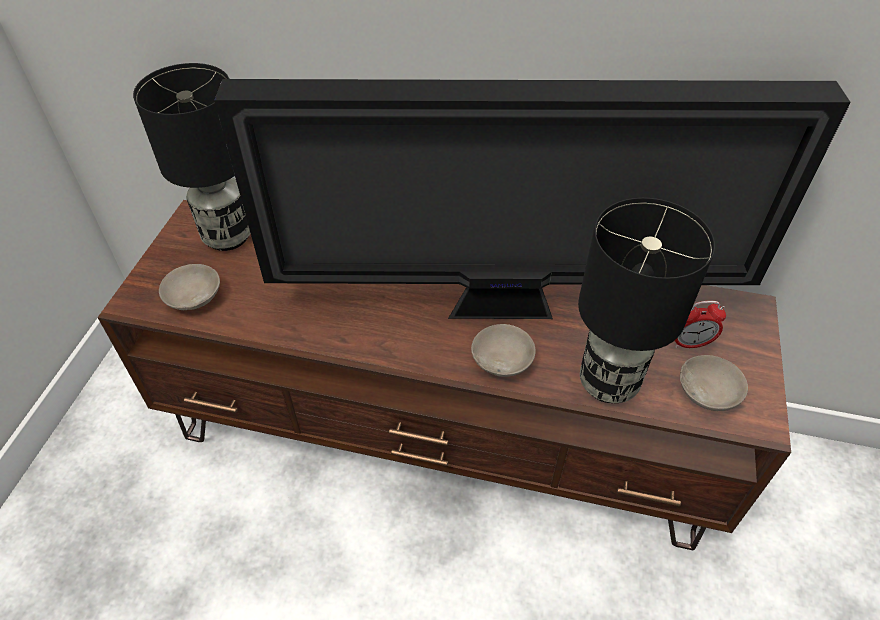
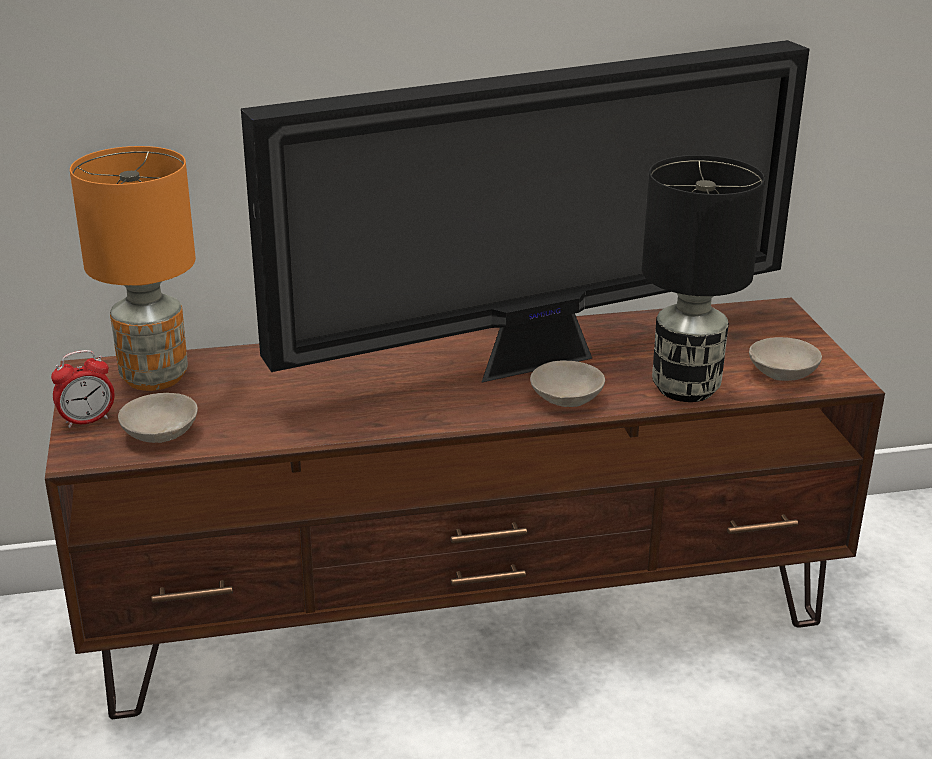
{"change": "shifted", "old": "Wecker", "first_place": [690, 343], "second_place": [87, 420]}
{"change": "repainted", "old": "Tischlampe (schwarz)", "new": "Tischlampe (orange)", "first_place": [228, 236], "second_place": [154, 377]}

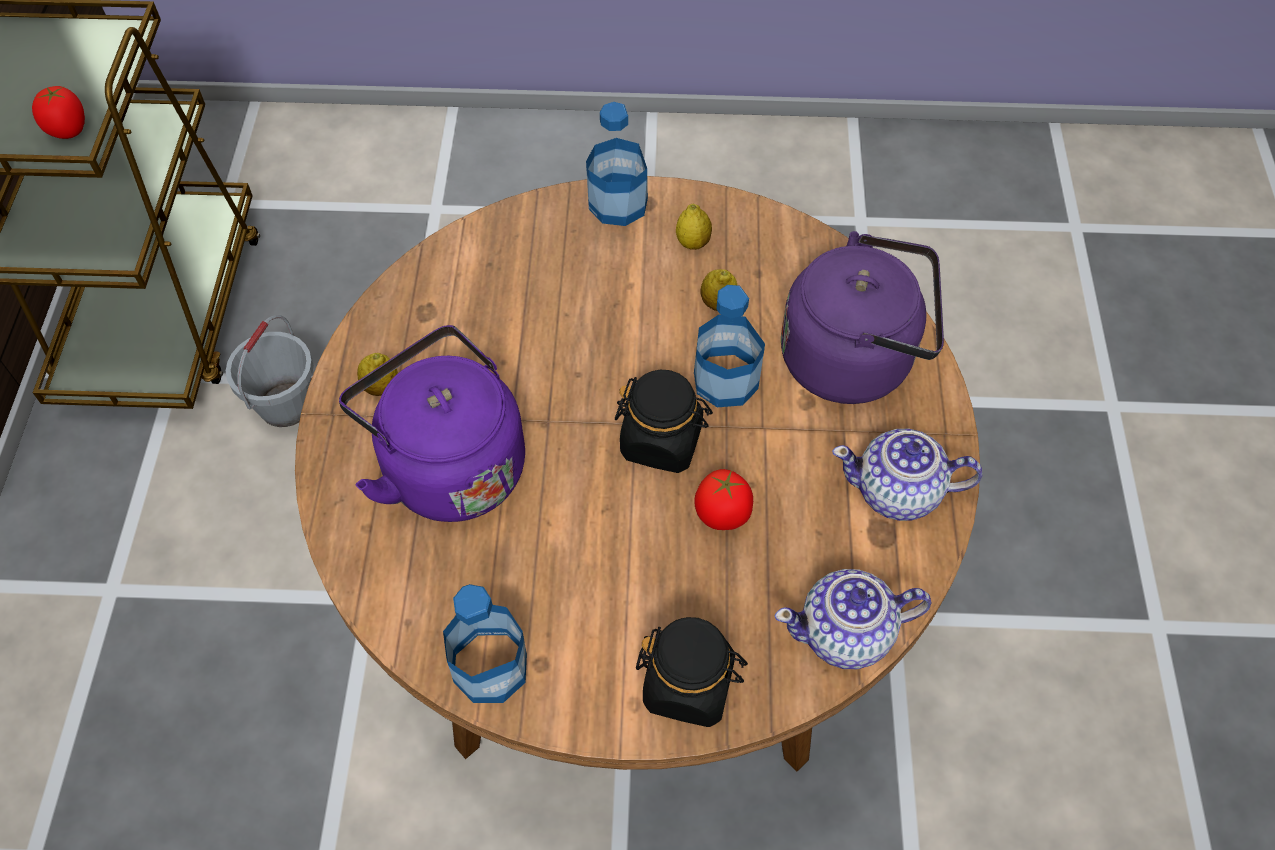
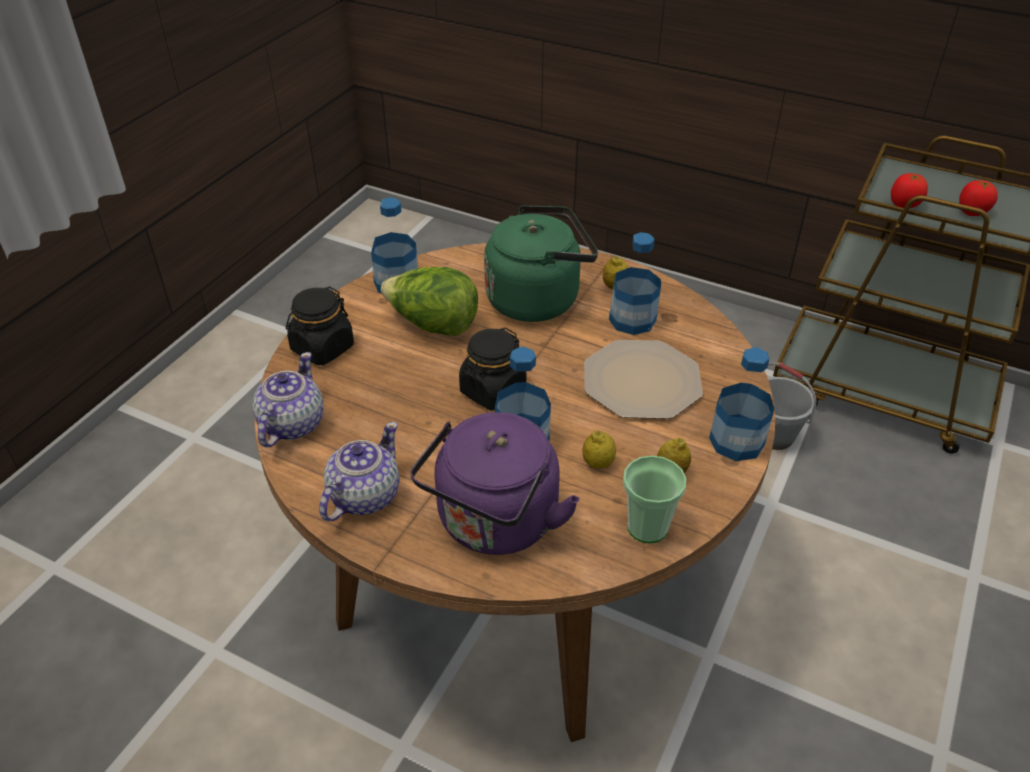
{"change": "new", "new": "Salatkopf", "second_place": [433, 325]}
{"change": "new", "new": "Teller", "second_place": [642, 382]}
{"change": "new", "new": "Flasche", "second_place": [632, 319]}
{"change": "new", "new": "Tasse", "second_place": [647, 527]}
{"change": "shifted", "old": "Tomate", "first_place": [723, 514], "second_place": [972, 212]}
{"change": "repainted", "old": "Wasserkessel (lila)", "new": "Wasserkessel (grün)", "first_place": [448, 465], "second_place": [538, 298]}

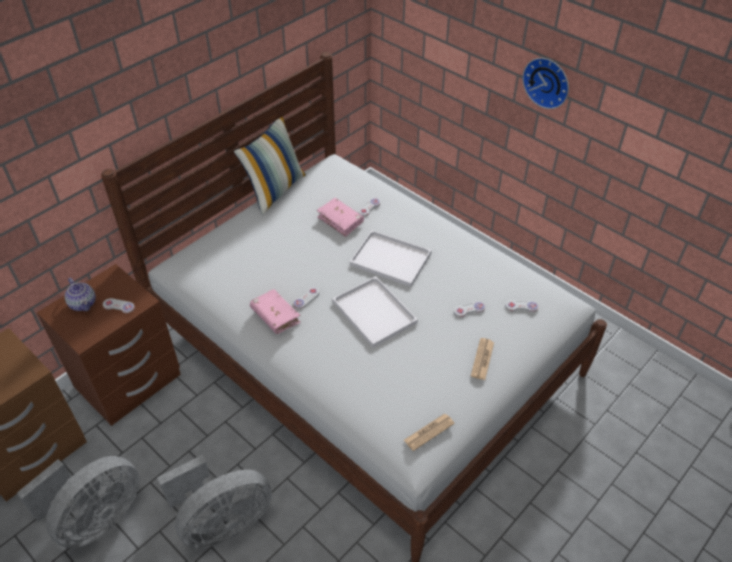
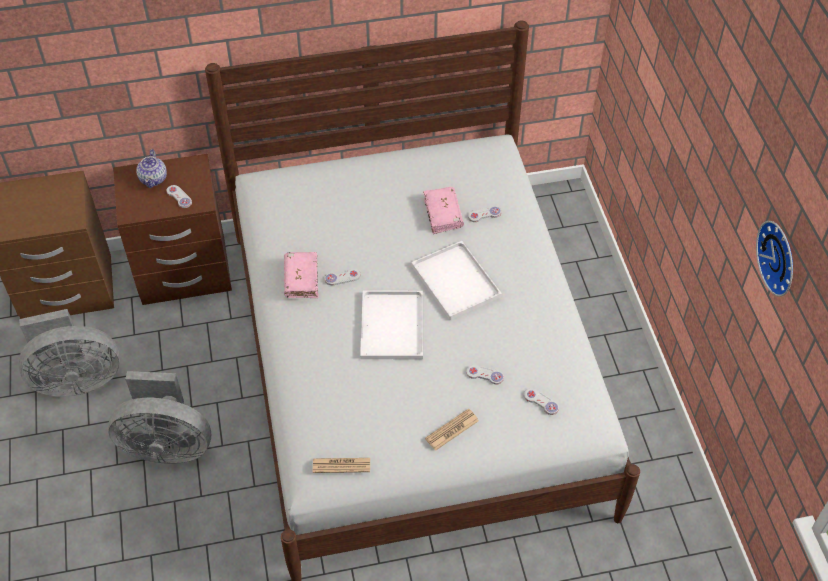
{"change": "gone", "old": "Kissen", "first_place": [275, 190]}
{"change": "shifted", "old": "Wanduhr", "first_place": [547, 81], "second_place": [780, 257]}

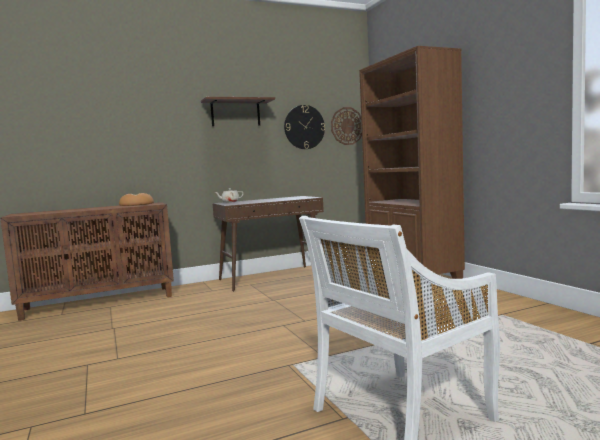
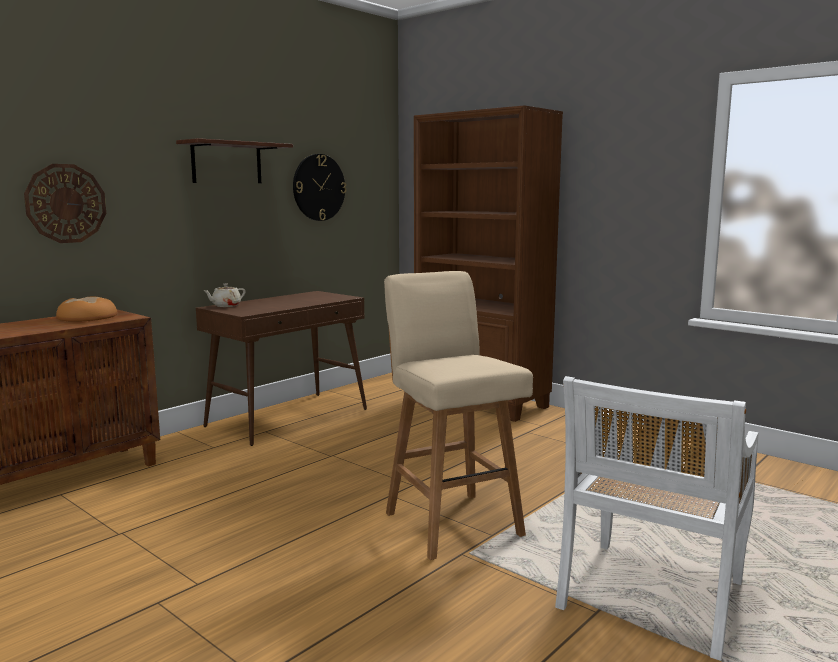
{"change": "new", "new": "Hocker (beige)", "second_place": [452, 522]}
{"change": "shifted", "old": "Wanduhr", "first_place": [347, 126], "second_place": [66, 203]}

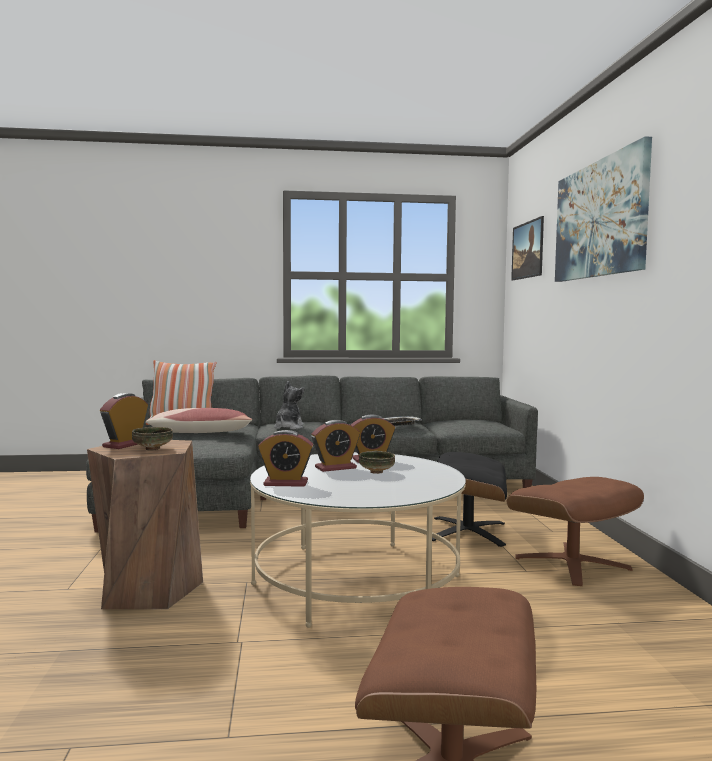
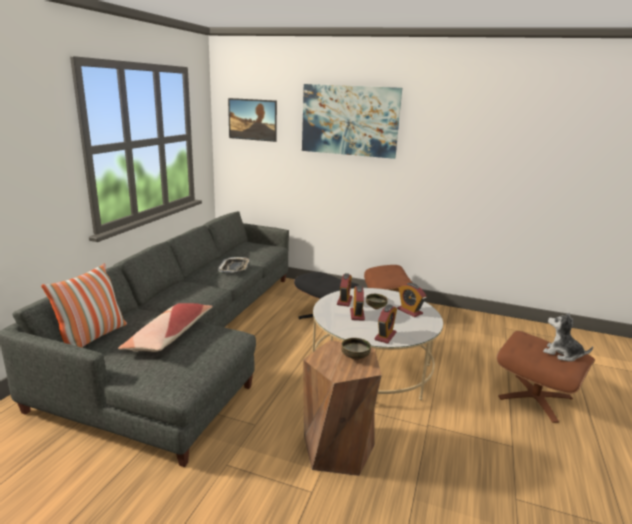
{"change": "shifted", "old": "Wecker", "first_place": [125, 444], "second_place": [409, 311]}
{"change": "shifted", "old": "Plüschtier", "first_place": [288, 427], "second_place": [562, 354]}

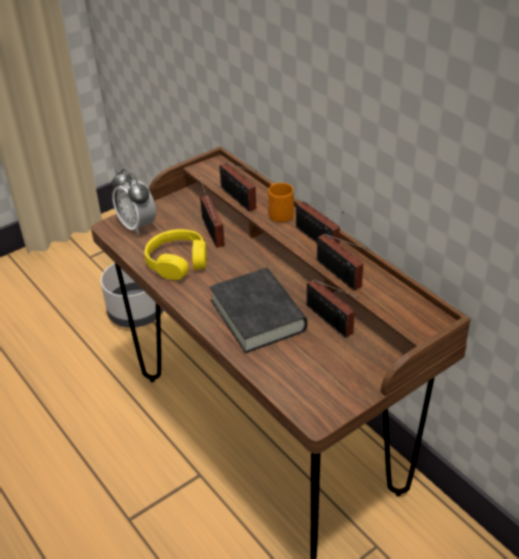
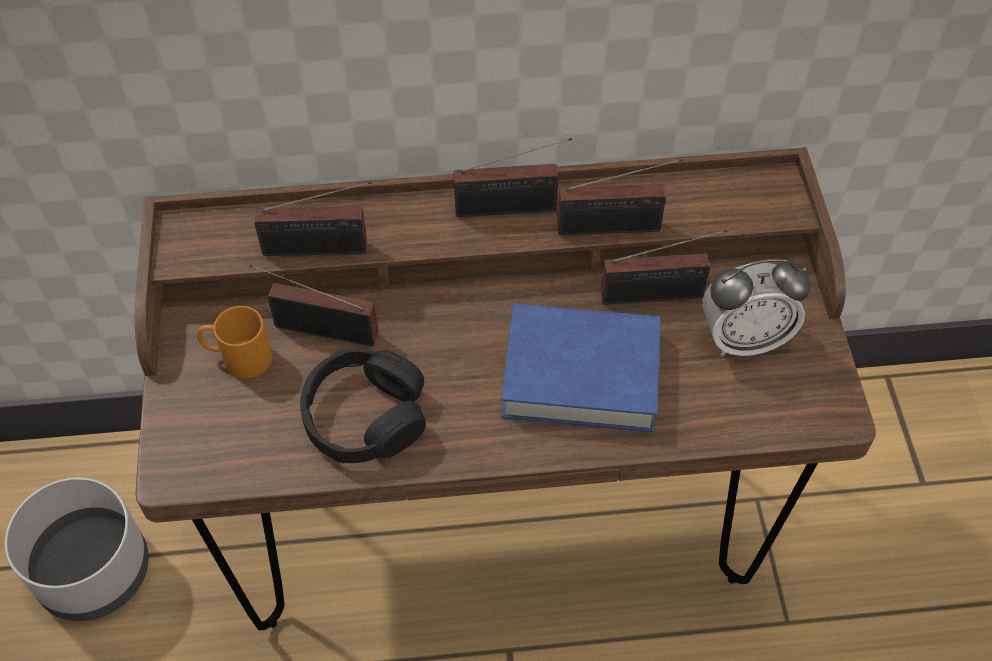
{"change": "shifted", "old": "Wecker", "first_place": [137, 226], "second_place": [743, 339]}
{"change": "shifted", "old": "Henkelbecher (orange)", "first_place": [278, 212], "second_place": [237, 358]}
{"change": "repainted", "old": "Kopfhörer (gelb)", "new": "Kopfhörer (schwarz)", "first_place": [178, 262], "second_place": [365, 416]}
{"change": "repainted", "old": "Buch (schwarz)", "new": "Buch (blau)", "first_place": [258, 315], "second_place": [580, 374]}

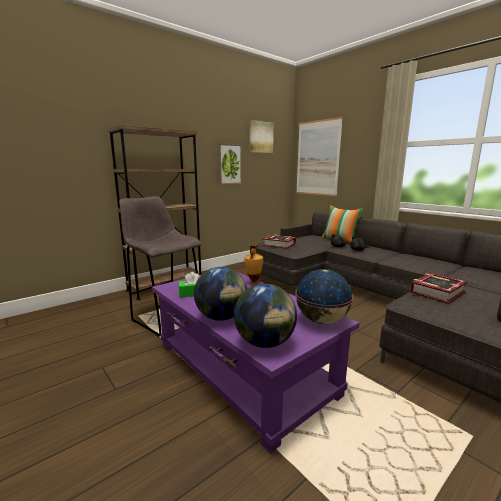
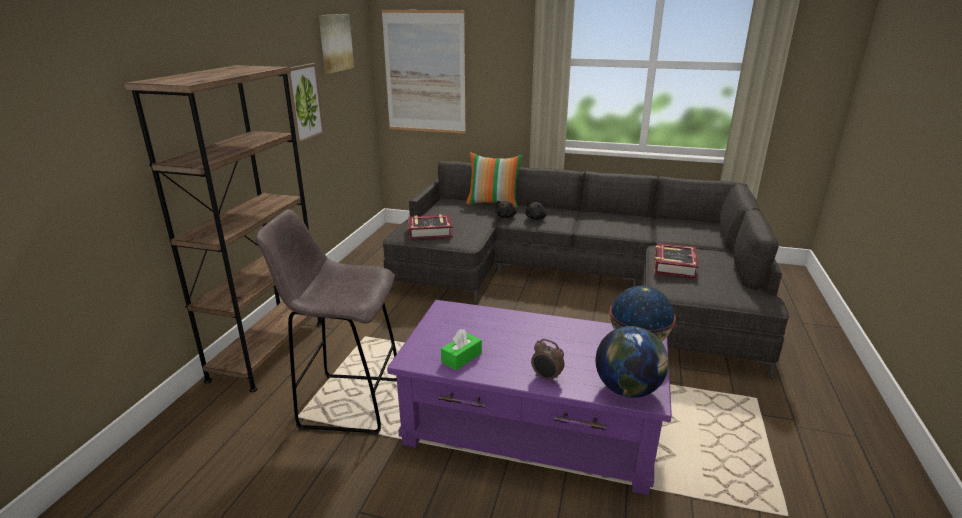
{"change": "gone", "old": "Vase", "first_place": [253, 283]}
{"change": "swapped", "old": "Globus", "new": "Wecker", "first_place": [221, 317], "second_place": [546, 378]}

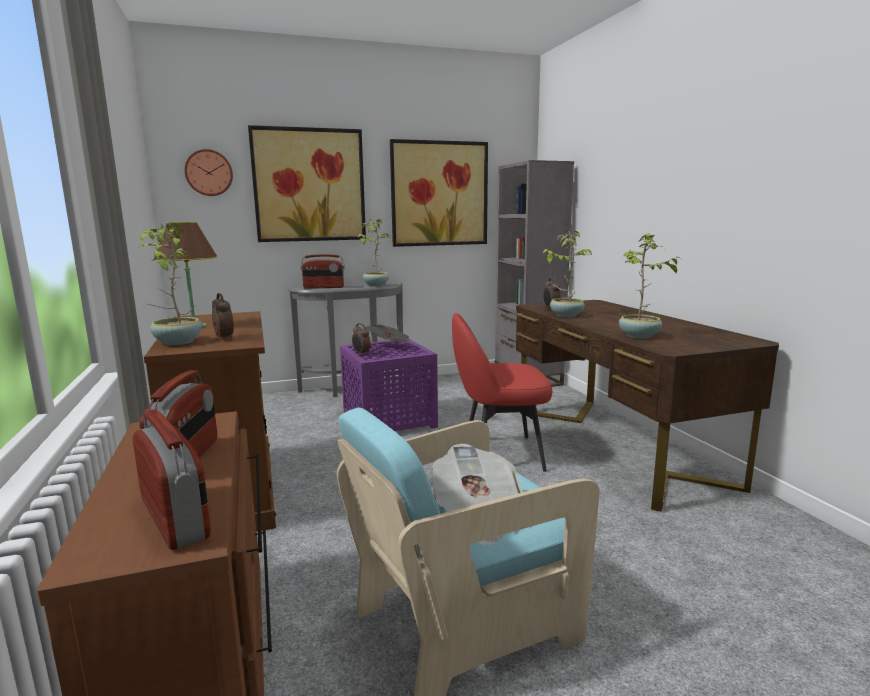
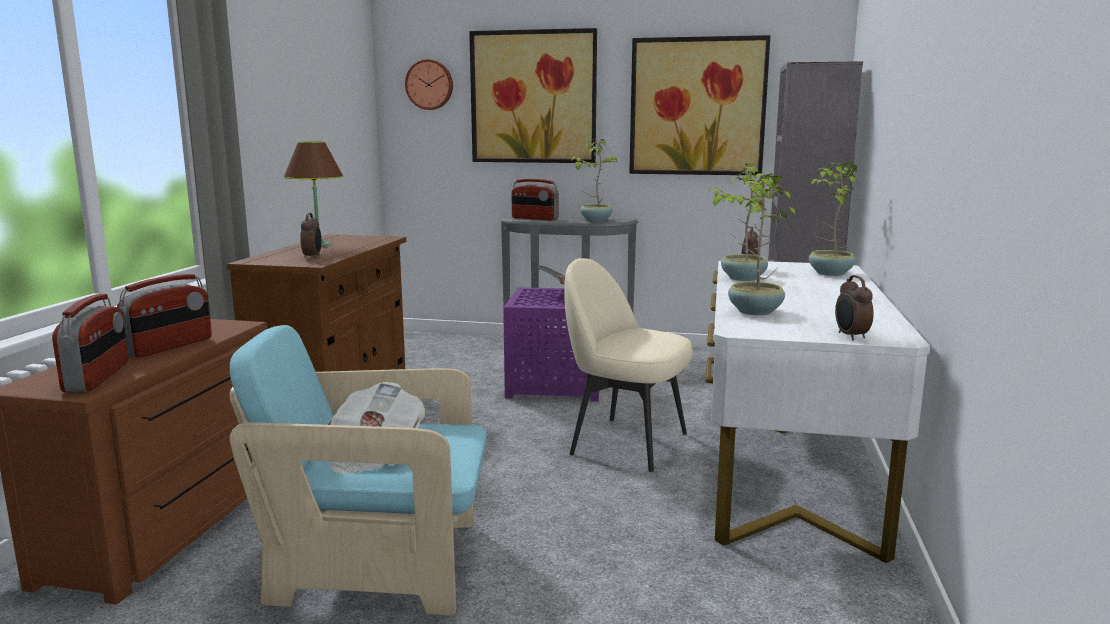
{"change": "shifted", "old": "Topfpflanze", "first_place": [176, 342], "second_place": [829, 273]}
{"change": "shifted", "old": "Wecker", "first_place": [361, 354], "second_place": [850, 336]}
{"change": "repainted", "old": "Stuhl (rot)", "new": "Stuhl (beige)", "first_place": [499, 454], "second_place": [625, 442]}
{"change": "repainted", "old": "Schreibtisch (braun)", "new": "Schreibtisch (weiß)", "first_place": [615, 445], "second_place": [787, 467]}

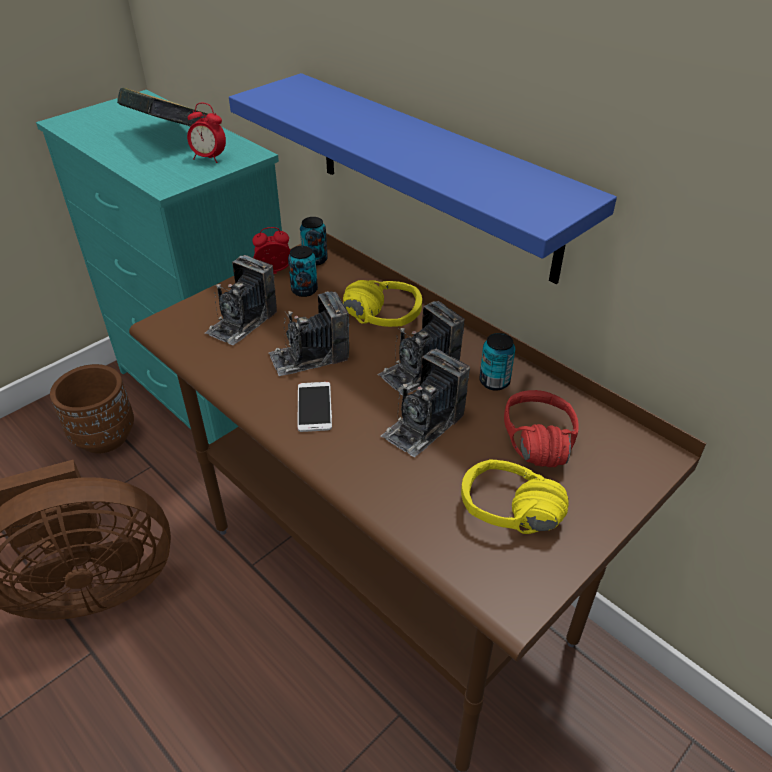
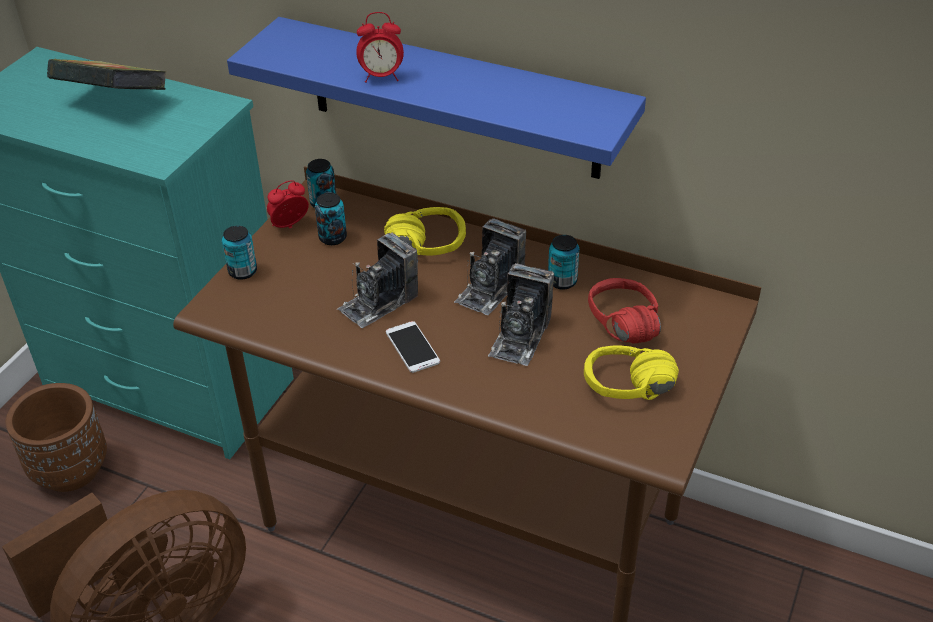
{"change": "gone", "old": "Kamera", "first_place": [242, 322]}
{"change": "new", "new": "Dose", "second_place": [242, 271]}
{"change": "shifted", "old": "Wecker", "first_place": [209, 158], "second_place": [381, 77]}

